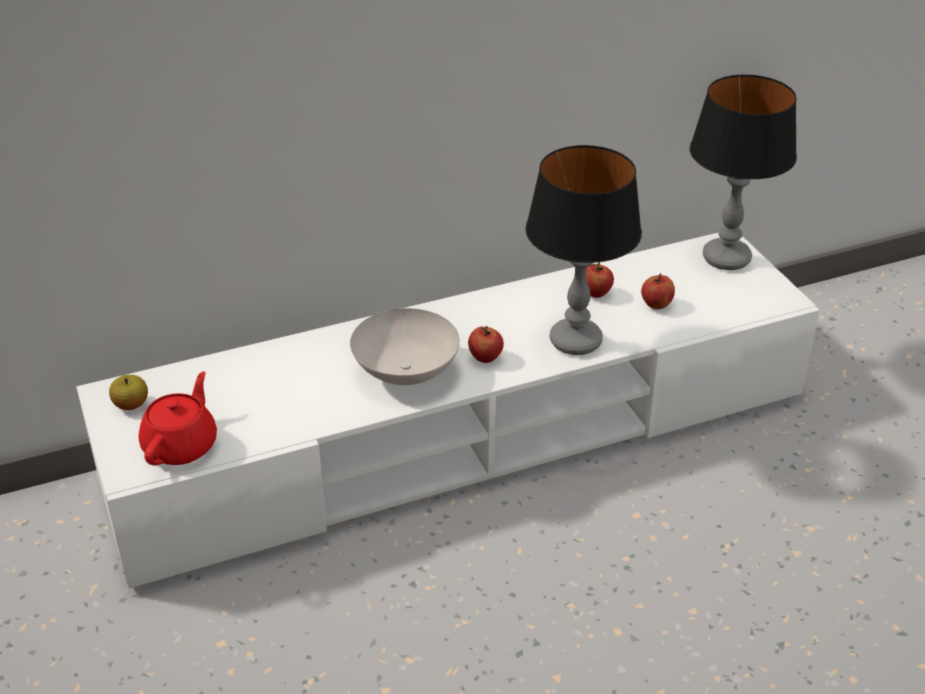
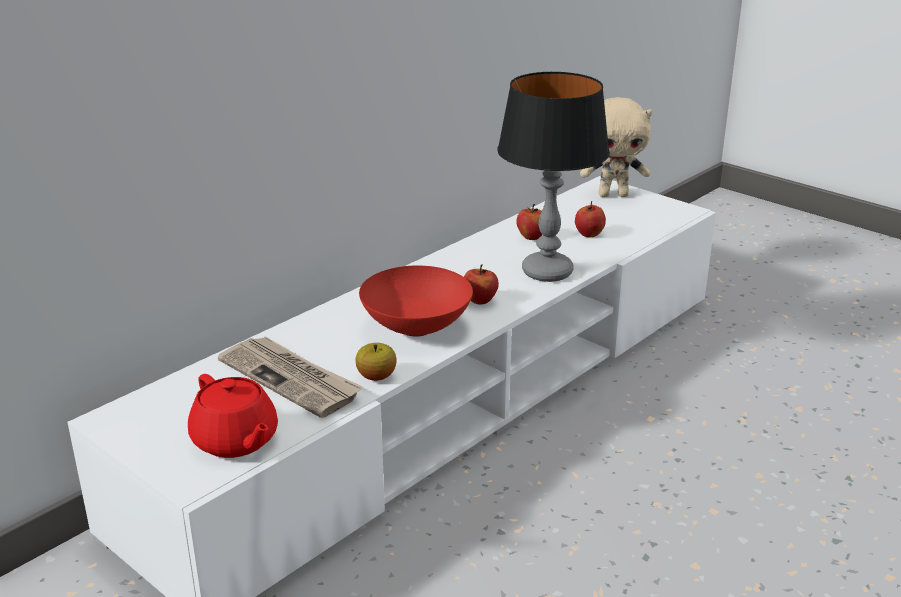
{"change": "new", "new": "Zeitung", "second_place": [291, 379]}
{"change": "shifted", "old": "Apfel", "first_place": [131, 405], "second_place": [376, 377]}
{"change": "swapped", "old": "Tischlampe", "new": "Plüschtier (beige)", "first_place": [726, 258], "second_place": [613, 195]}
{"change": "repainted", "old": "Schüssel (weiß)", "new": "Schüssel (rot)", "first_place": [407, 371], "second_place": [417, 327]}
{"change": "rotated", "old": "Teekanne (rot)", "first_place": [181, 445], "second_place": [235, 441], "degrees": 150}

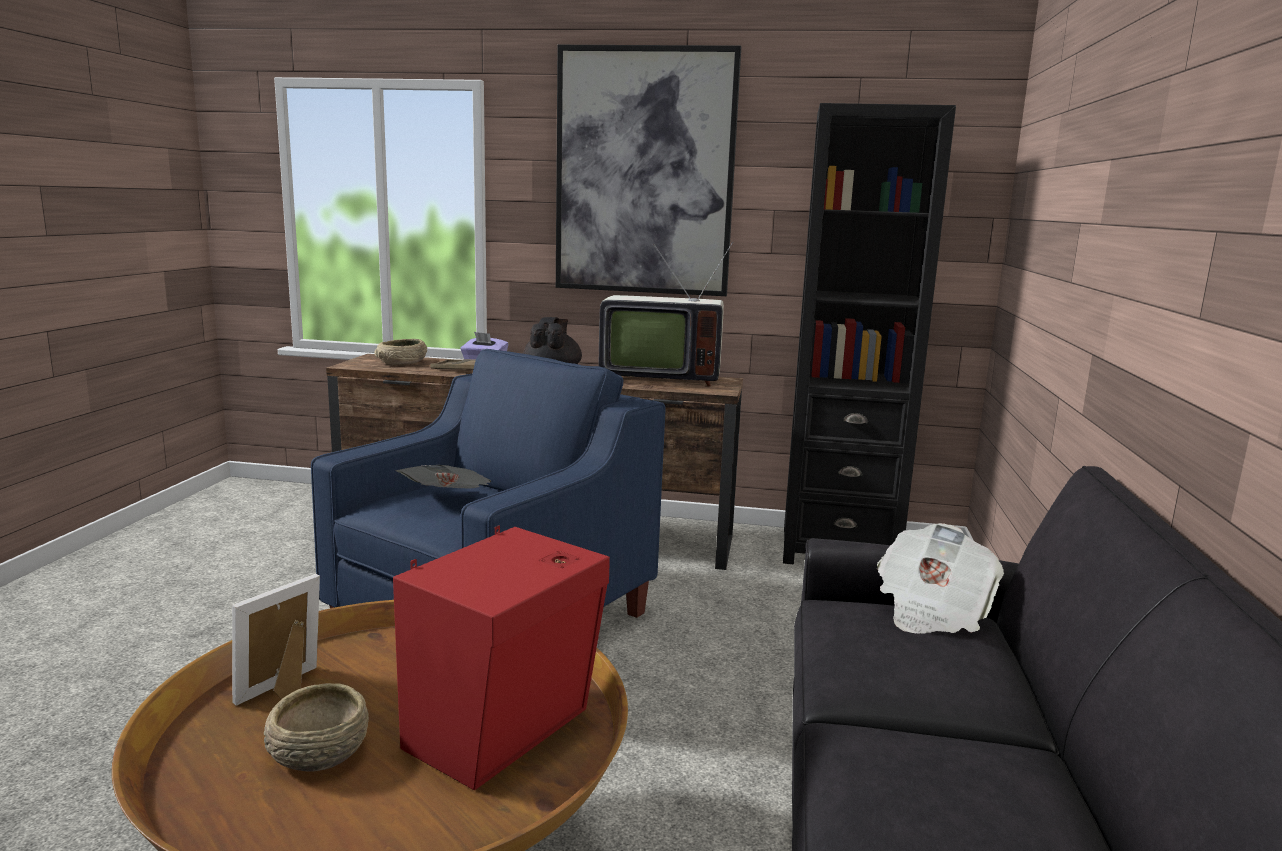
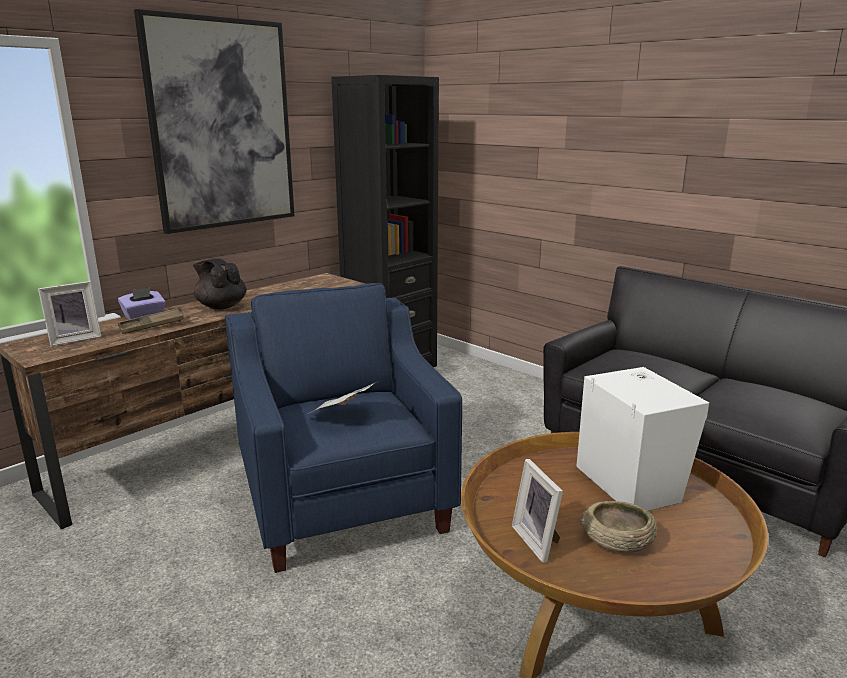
{"change": "gone", "old": "Fernseher", "first_place": [658, 377]}
{"change": "gone", "old": "Zeitung", "first_place": [931, 610]}
{"change": "swapped", "old": "Schüssel (beige)", "new": "Bilderrahmen", "first_place": [402, 362], "second_place": [74, 339]}
{"change": "repainted", "old": "Lautsprecher (rot)", "new": "Lautsprecher (weiß)", "first_place": [506, 730], "second_place": [630, 481]}

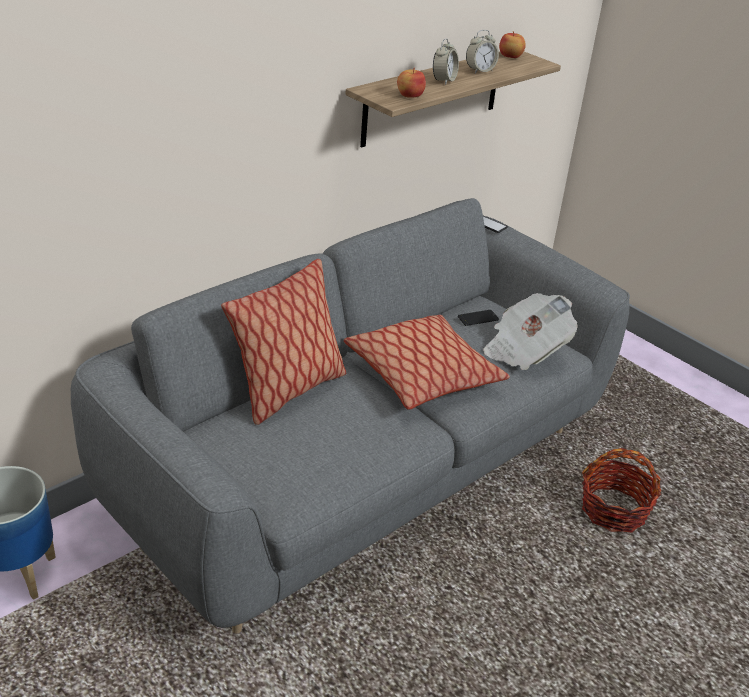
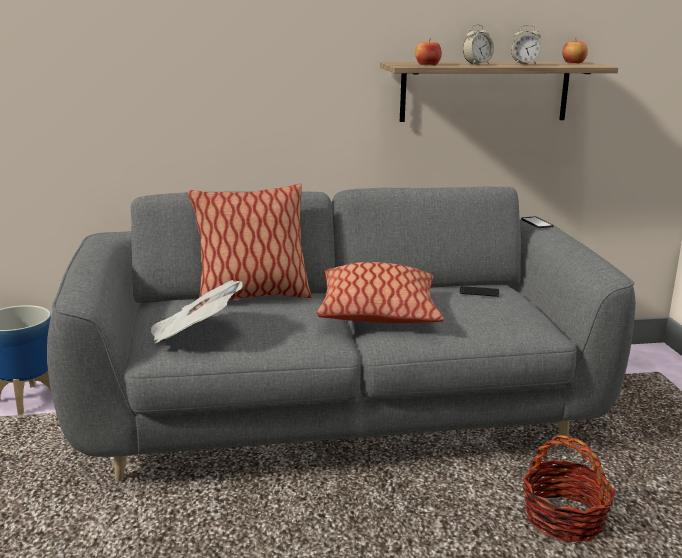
{"change": "shifted", "old": "Zeitung", "first_place": [525, 350], "second_place": [194, 334]}

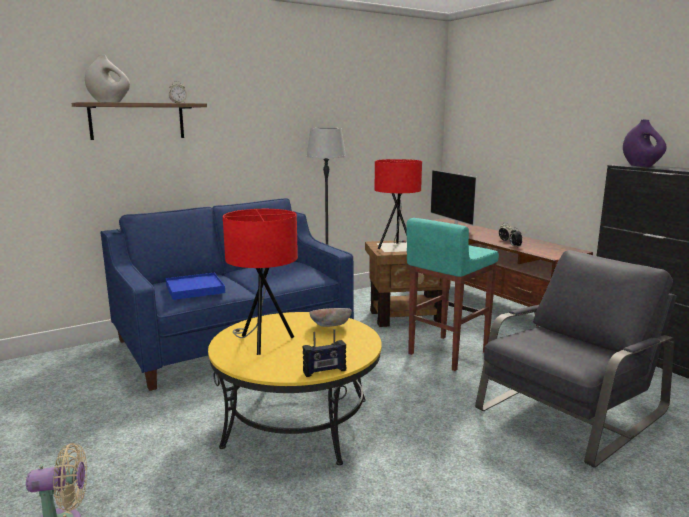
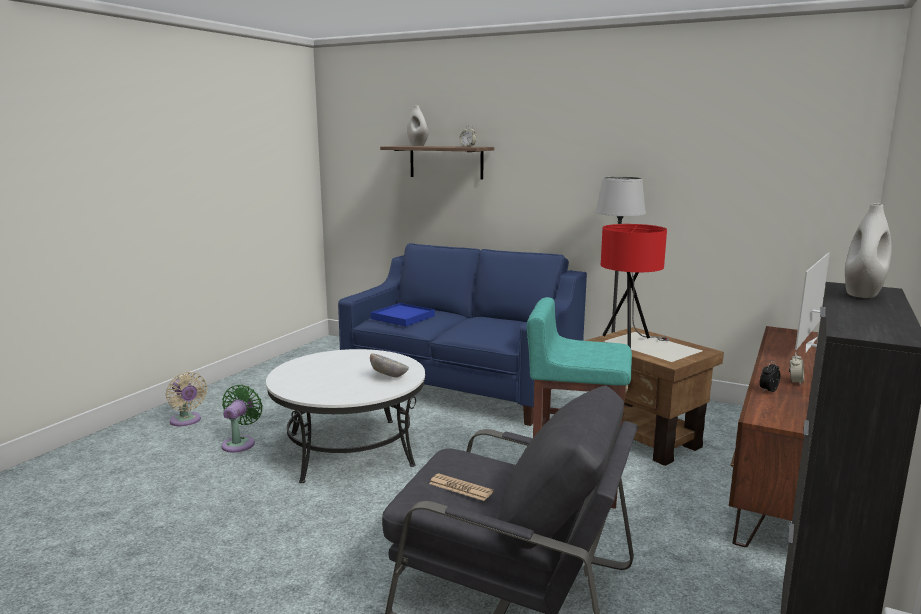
{"change": "gone", "old": "Tischlampe (rot)", "first_place": [263, 342]}
{"change": "gone", "old": "Radio", "first_place": [324, 371]}
{"change": "new", "new": "Ventilator (grün)", "second_place": [240, 443]}
{"change": "new", "new": "Zeitung", "second_place": [460, 488]}
{"change": "repainted", "old": "Couchtisch (gelb)", "new": "Couchtisch (weiß)", "first_place": [298, 422], "second_place": [350, 449]}
{"change": "repainted", "old": "Vase (lila)", "new": "Vase (weiß)", "first_place": [641, 166], "second_place": [862, 294]}

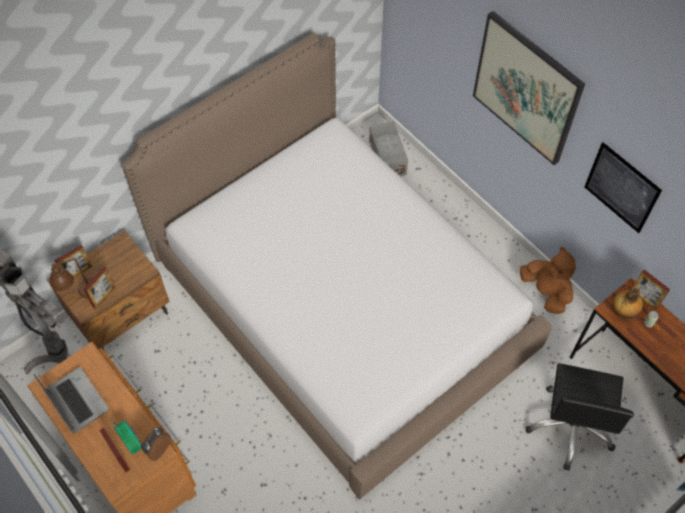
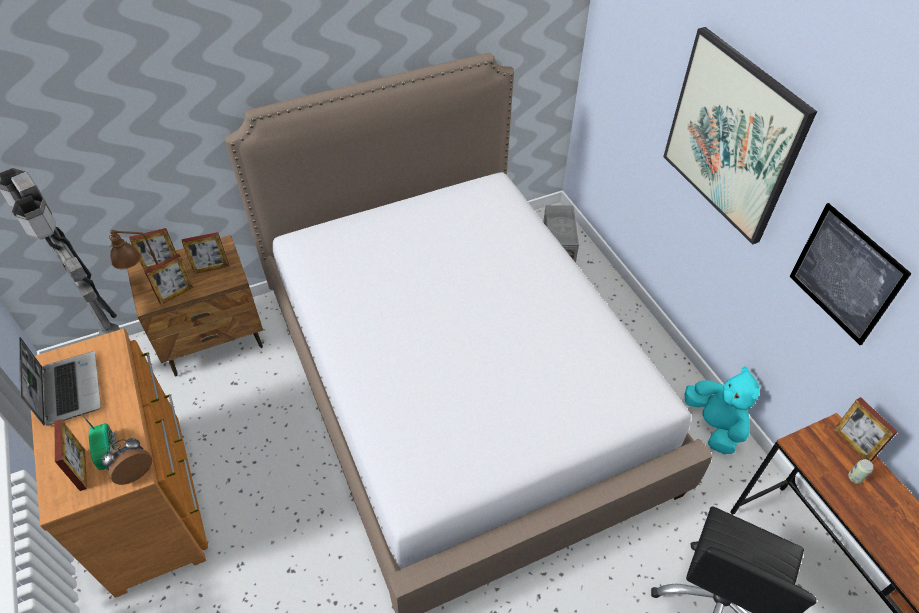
{"change": "gone", "old": "Flasche", "first_place": [622, 311]}
{"change": "new", "new": "Bilderrahmen", "second_place": [211, 268]}
{"change": "repainted", "old": "Plüschtier (braun)", "new": "Plüschtier (türkis)", "first_place": [546, 292], "second_place": [714, 425]}

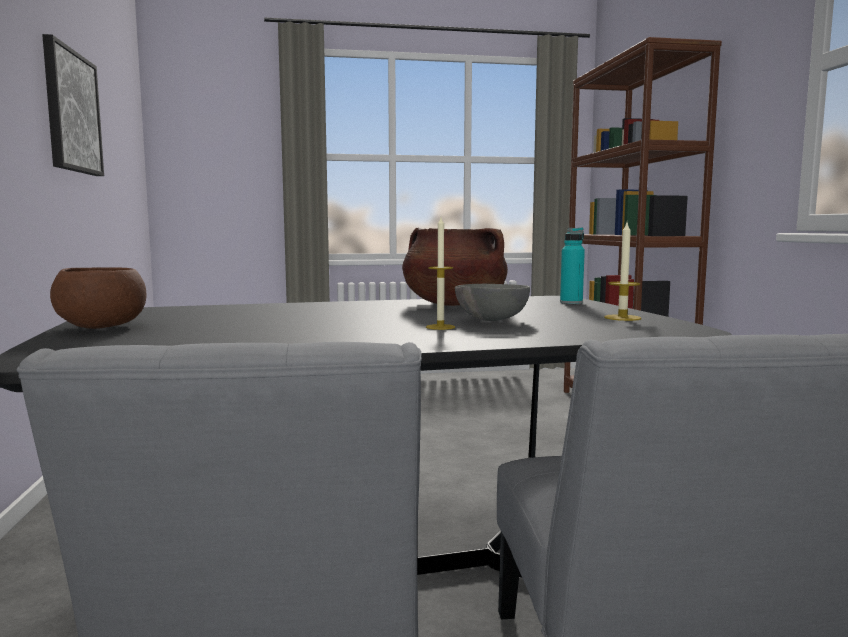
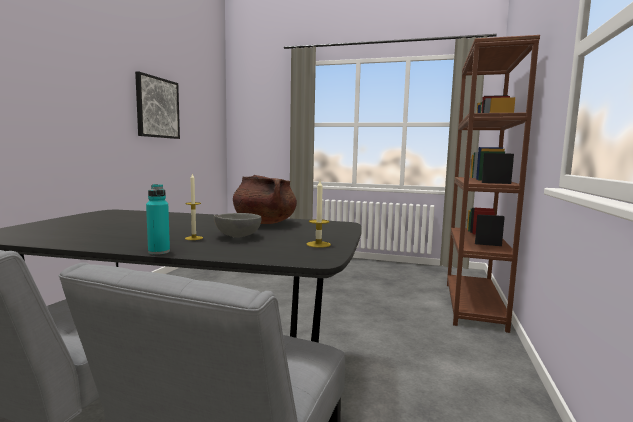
{"change": "gone", "old": "Schüssel (braun)", "first_place": [102, 327]}
{"change": "shifted", "old": "Flasche (türkis)", "first_place": [571, 303], "second_place": [159, 252]}

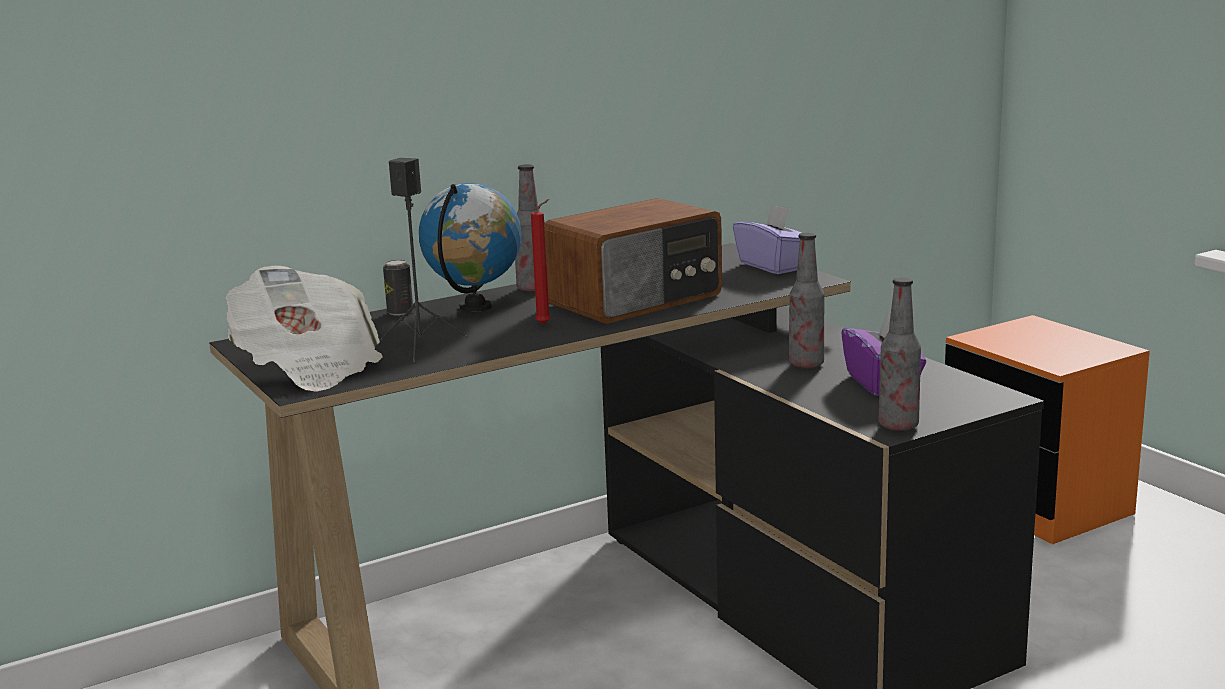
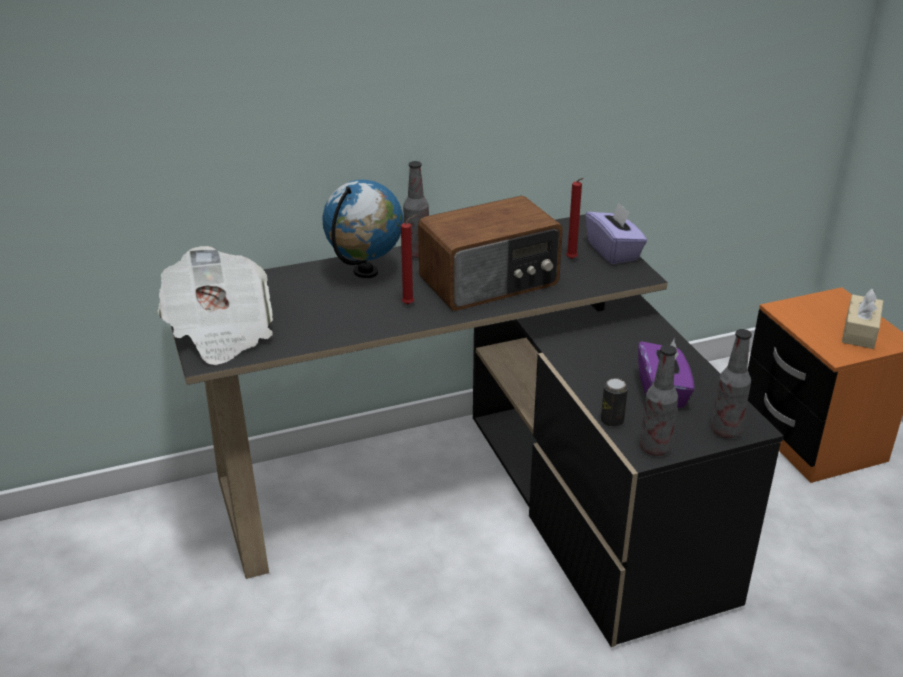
{"change": "gone", "old": "Lautsprecher (schwarz)", "first_place": [421, 346]}
{"change": "new", "new": "Kerze (rot)", "second_place": [572, 260]}
{"change": "new", "new": "Taschentuchbox (beige)", "second_place": [860, 331]}
{"change": "shifted", "old": "Dose", "first_place": [400, 312], "second_place": [612, 421]}
{"change": "shifted", "old": "Flasche", "first_place": [806, 364], "second_place": [725, 431]}

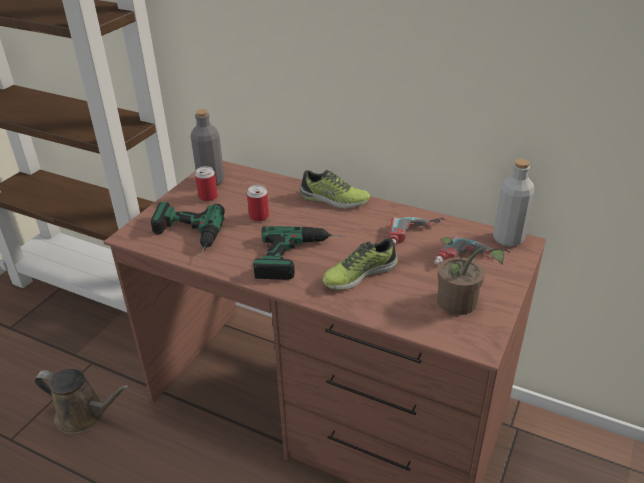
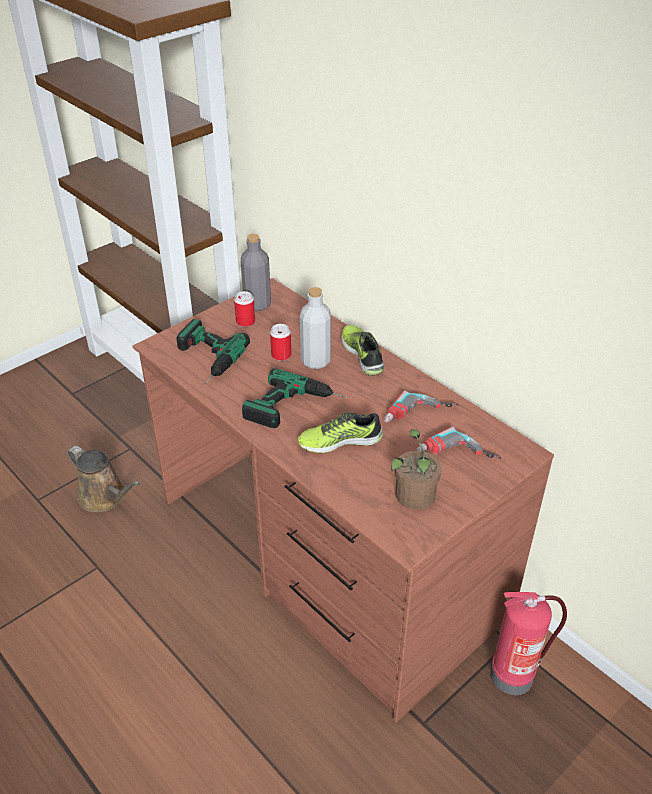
{"change": "new", "new": "Feuerlöscher", "second_place": [513, 674]}
{"change": "shifted", "old": "Flasche (grau)", "first_place": [508, 239], "second_place": [315, 361]}
{"change": "rotated", "old": "Schuh", "first_place": [333, 200], "second_place": [363, 354], "degrees": -150}

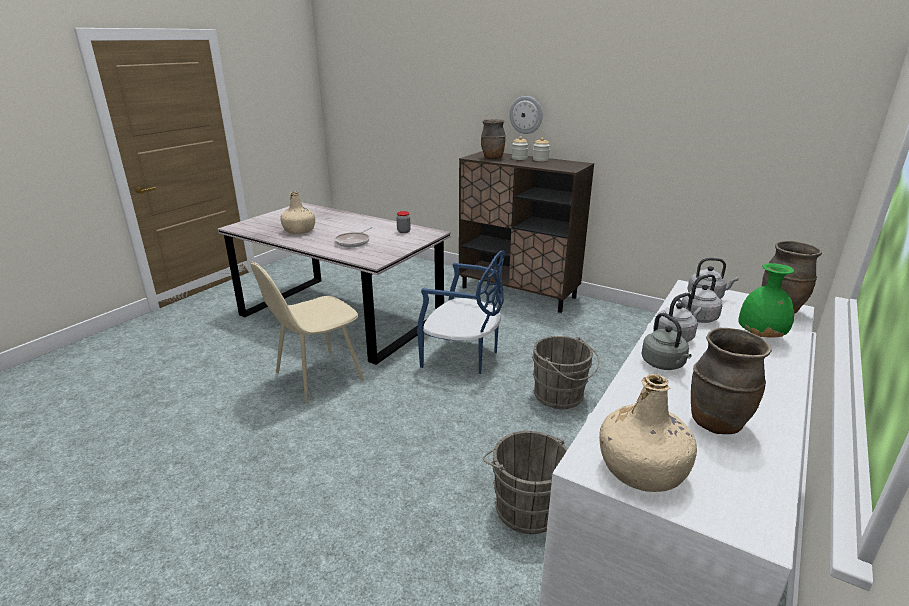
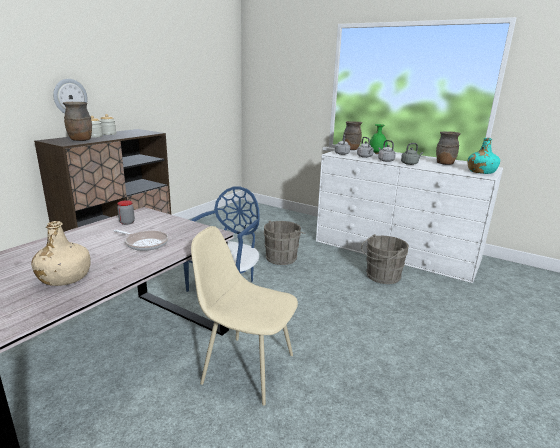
{"change": "repainted", "old": "Flasche (beige)", "new": "Flasche (türkis)", "first_place": [642, 469], "second_place": [481, 172]}
{"change": "rotated", "old": "Stuhl (beige)", "first_place": [316, 377], "second_place": [246, 368], "degrees": 150}

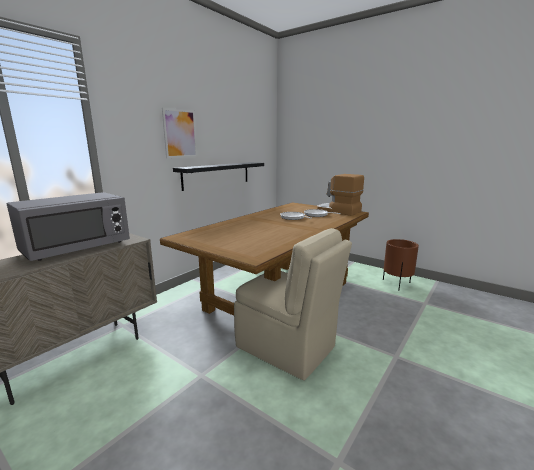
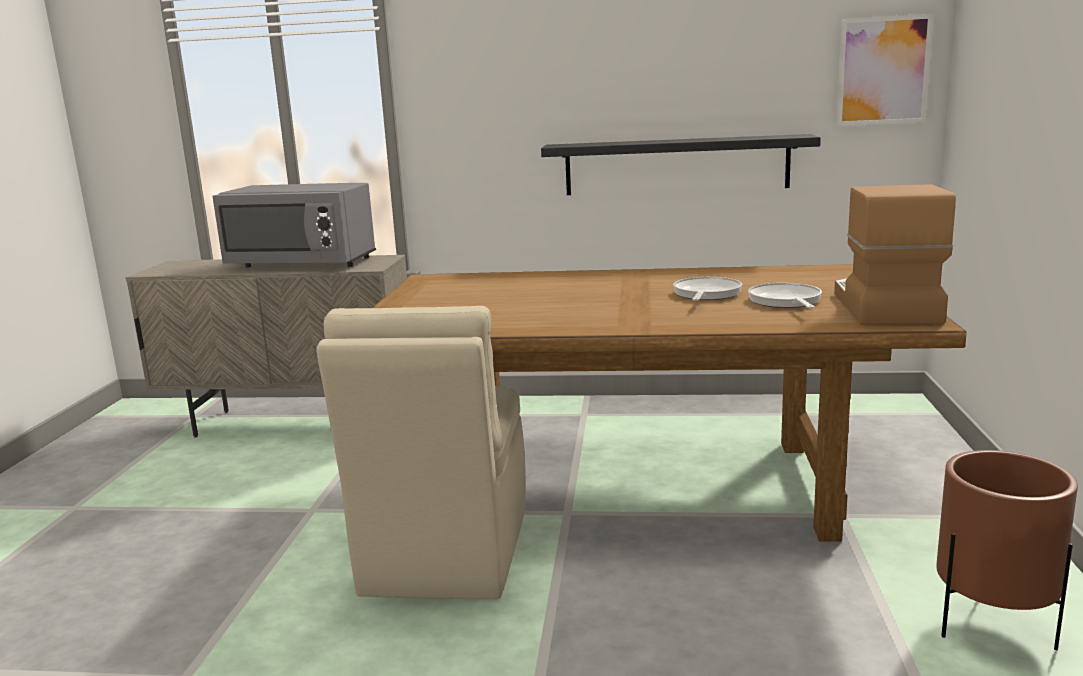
{"change": "shifted", "old": "Bild", "first_place": [180, 133], "second_place": [883, 71]}

